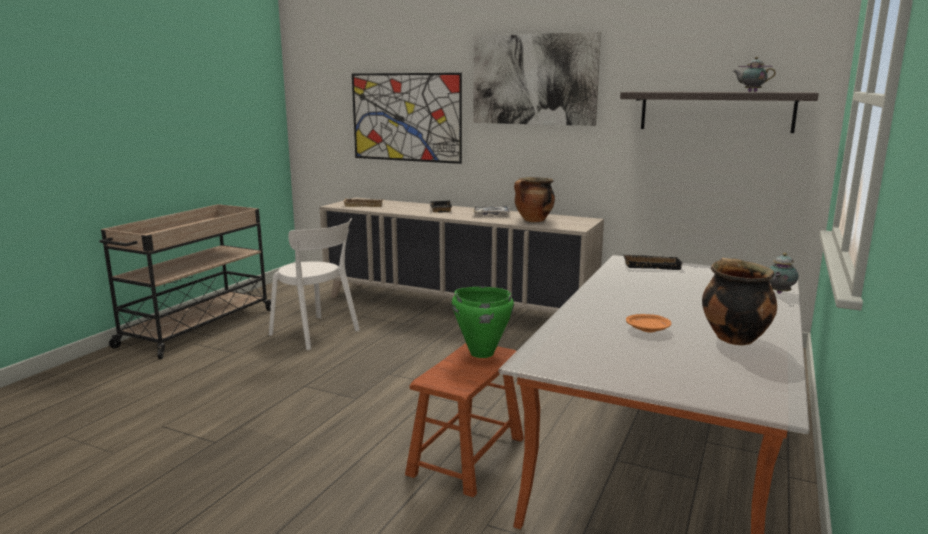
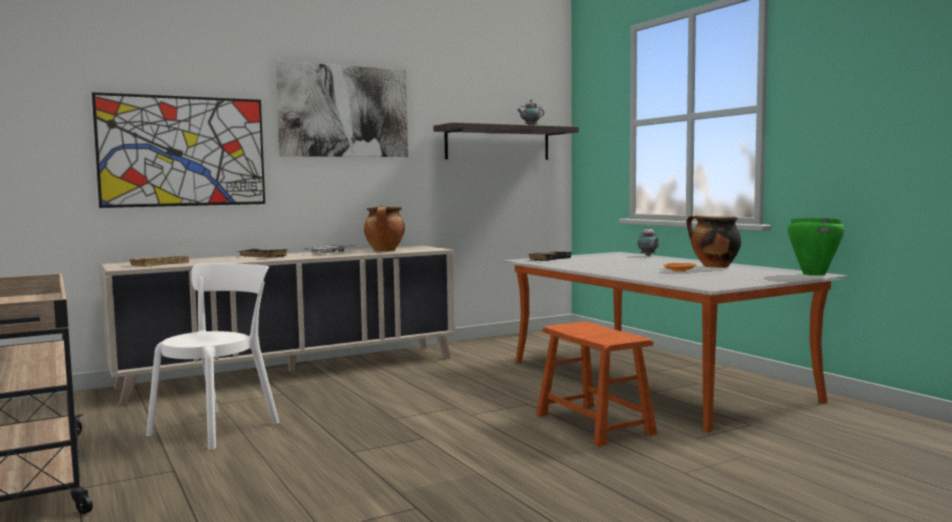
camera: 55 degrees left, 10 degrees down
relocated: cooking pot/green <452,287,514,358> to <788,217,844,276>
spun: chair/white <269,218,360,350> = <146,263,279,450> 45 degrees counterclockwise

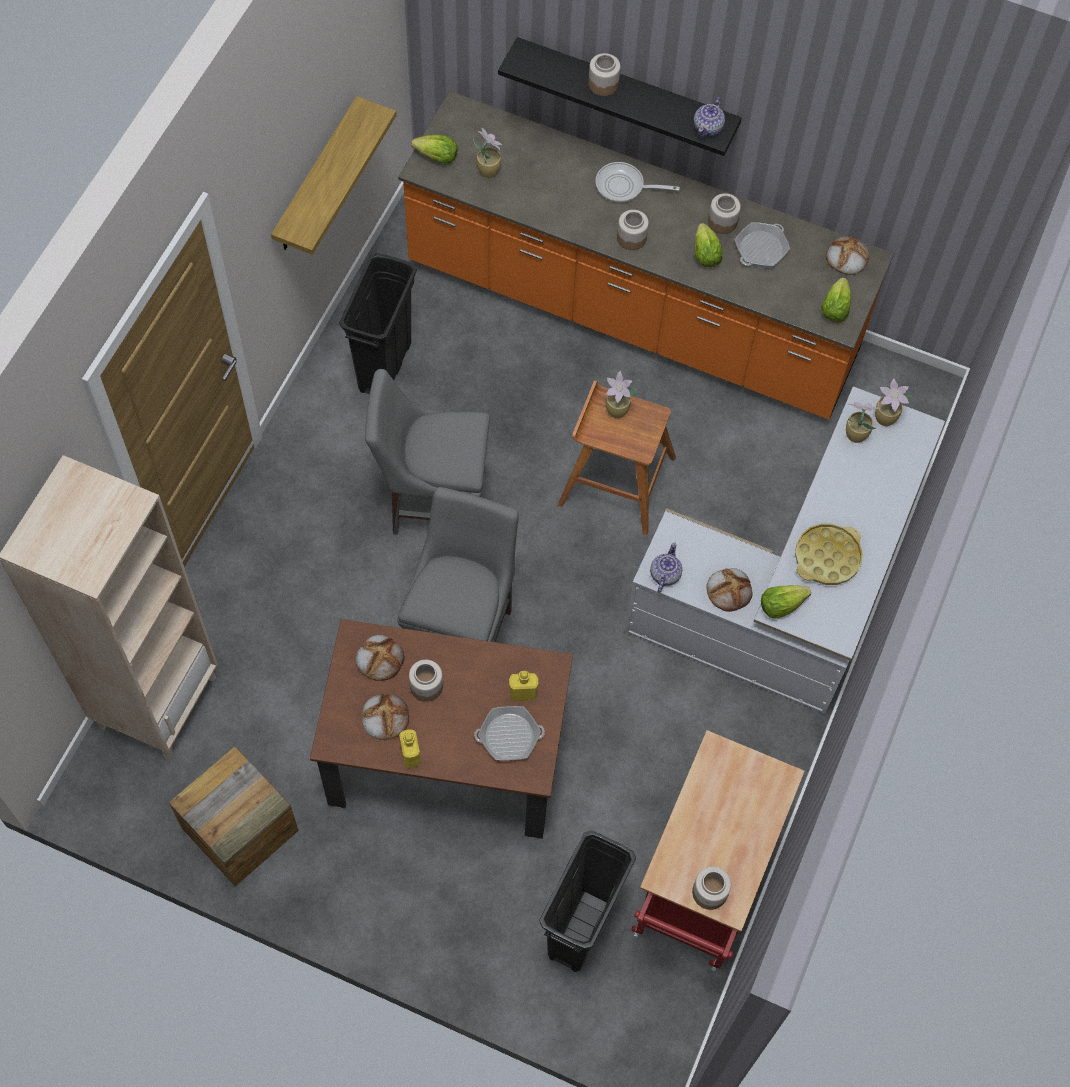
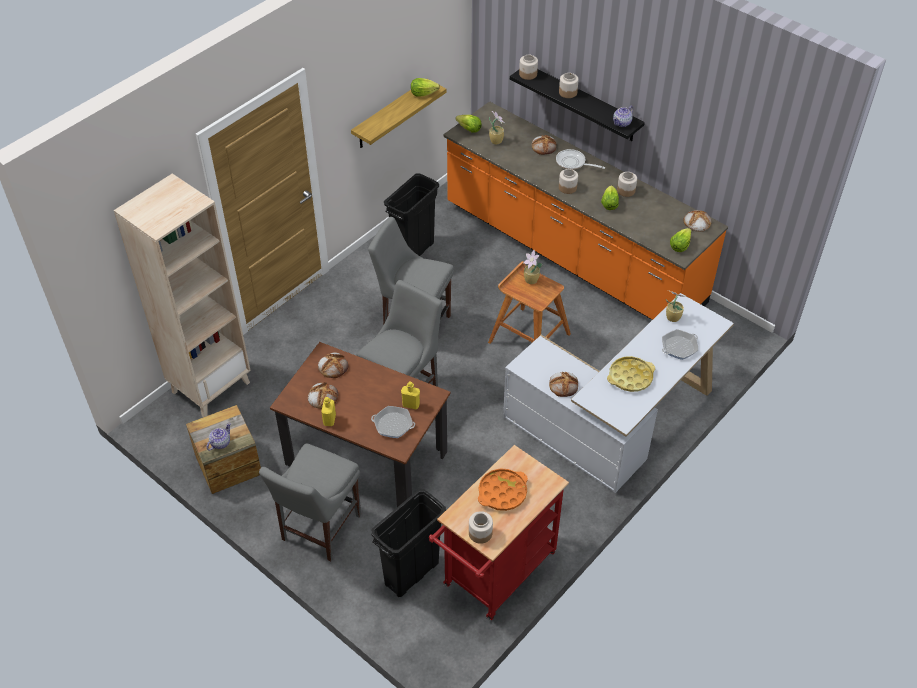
camera: 20 degrees right, 15 degrees down
missing: potted plant <875,378,912,426>
appeared: bread <532,135,556,155>; chair/grey <259,443,361,561>; tray/orange <478,469,528,511>
relocated: frying pan <734,222,790,268> to <662,329,698,360>; teapot <650,543,682,593> to <206,423,231,451>; lettuce <761,585,811,619> to <411,78,440,97>; jar <409,660,443,702> to <519,54,538,80>

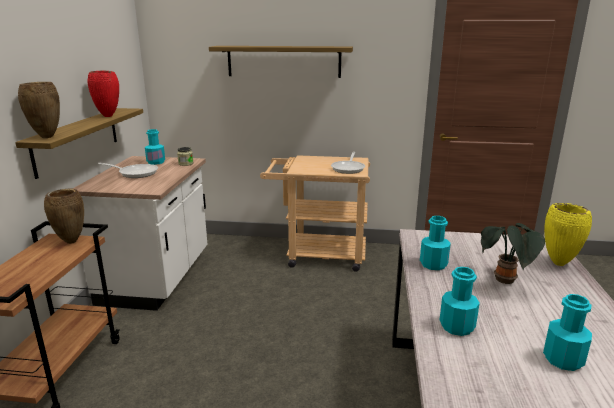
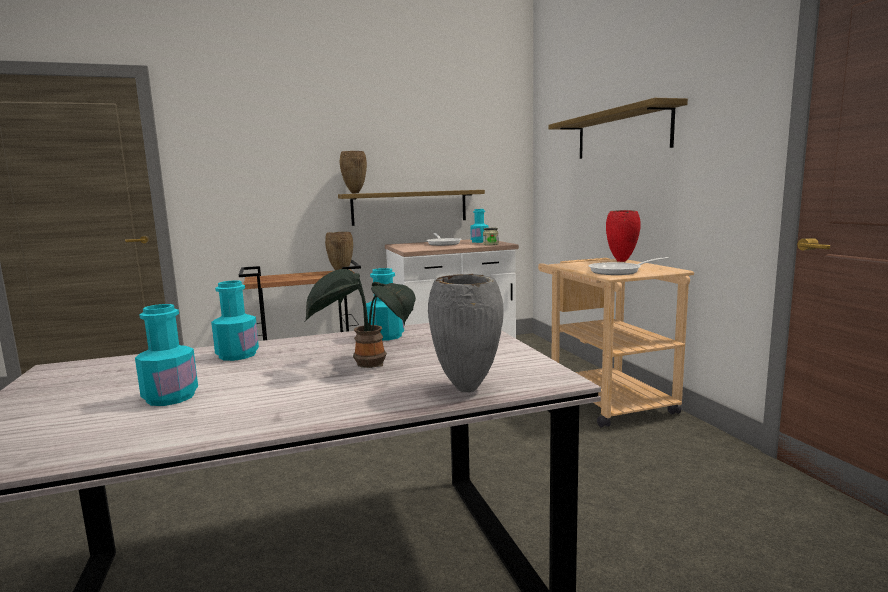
camera: 65 degrees right, 10 degrees down
relocated: vase/red <87,71,119,117> to <606,210,641,262>
colour: vase/yellow <544,203,592,266> to vase/grey <428,274,504,393>

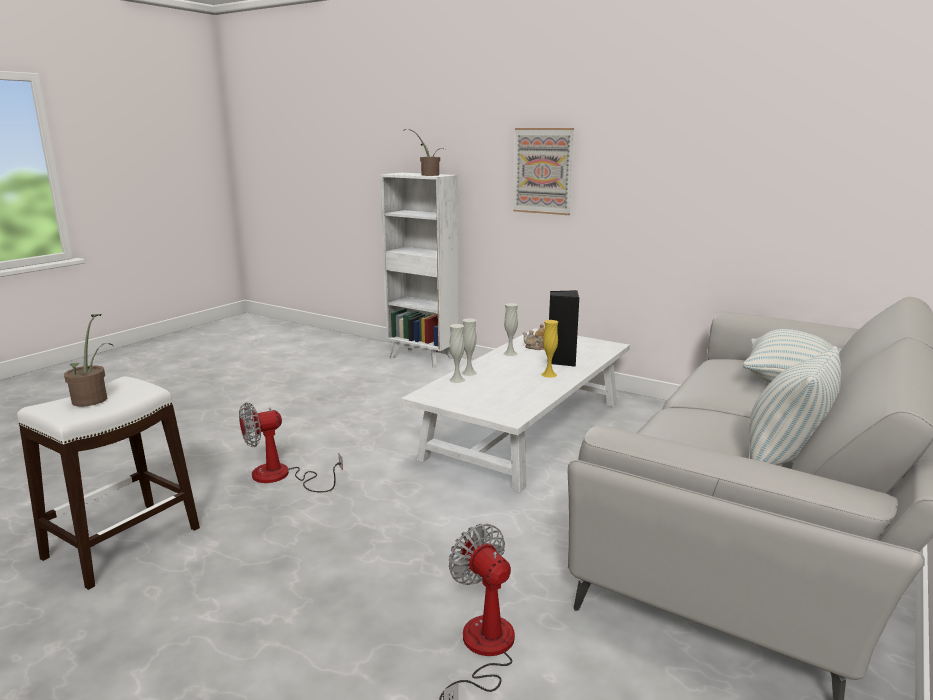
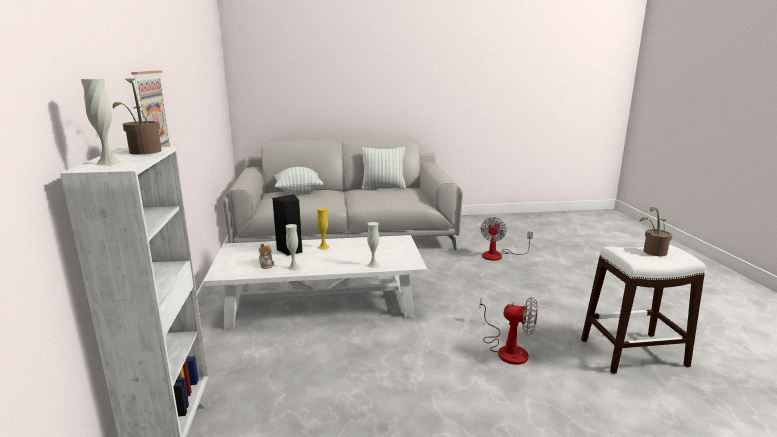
camera: 130 degrees left, 0 degrees up
relocated: vase/white <461,318,477,376> to <81,79,122,165>

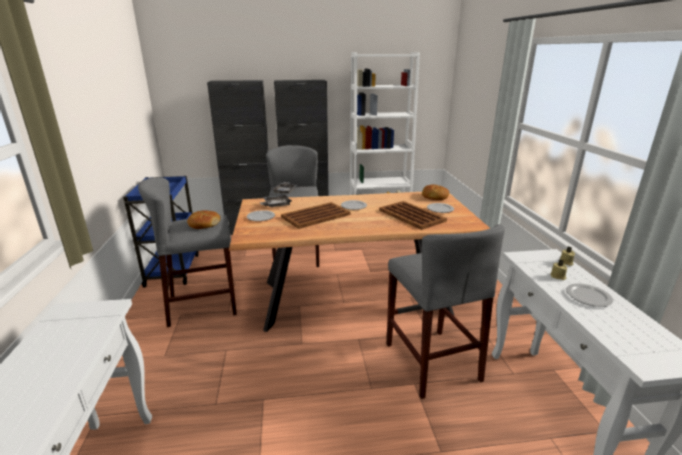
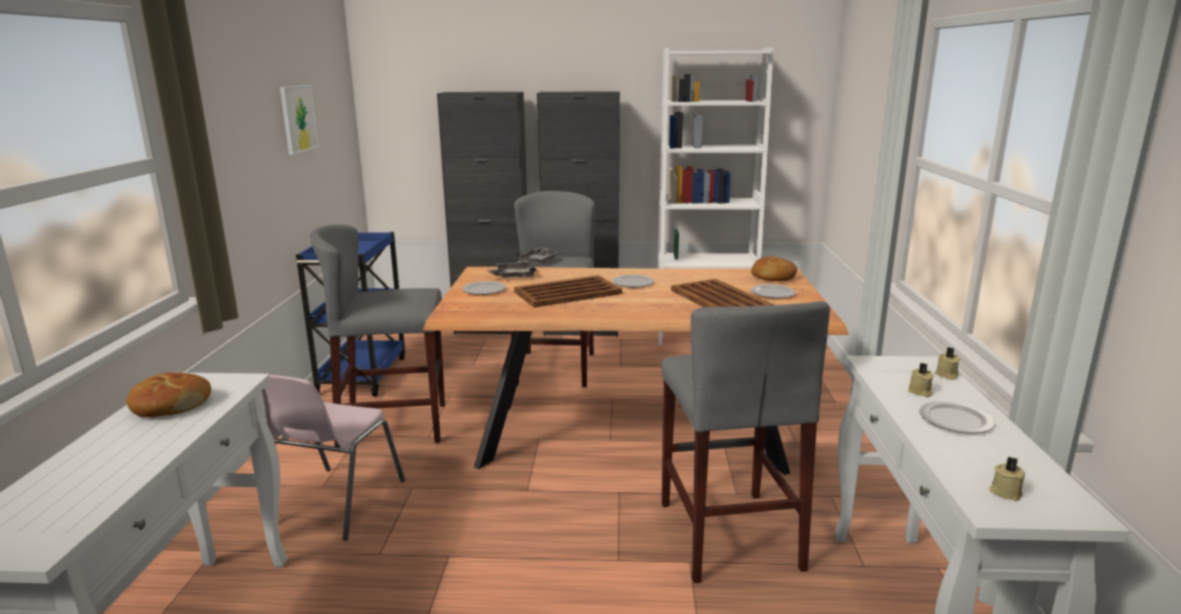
camera: 10 degrees right, 5 degrees down
appeared: picture <280,85,319,155>; chair/pink <262,375,405,541>; candle/beige <989,457,1025,501>
relocated: bread <187,211,220,229> to <127,373,211,417>

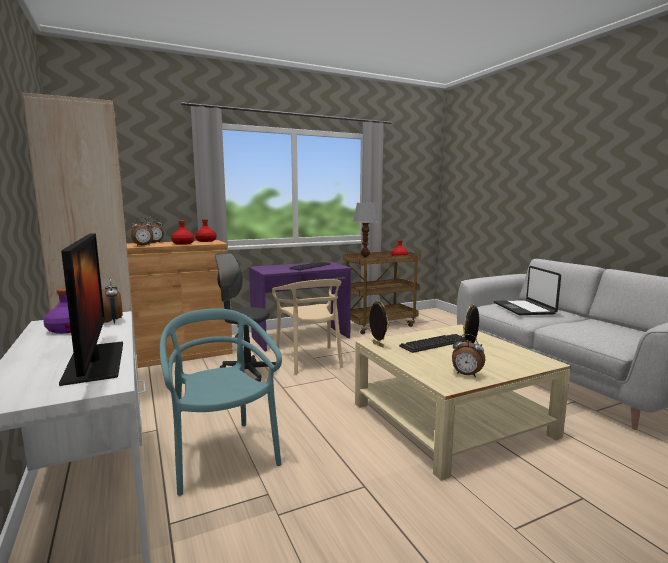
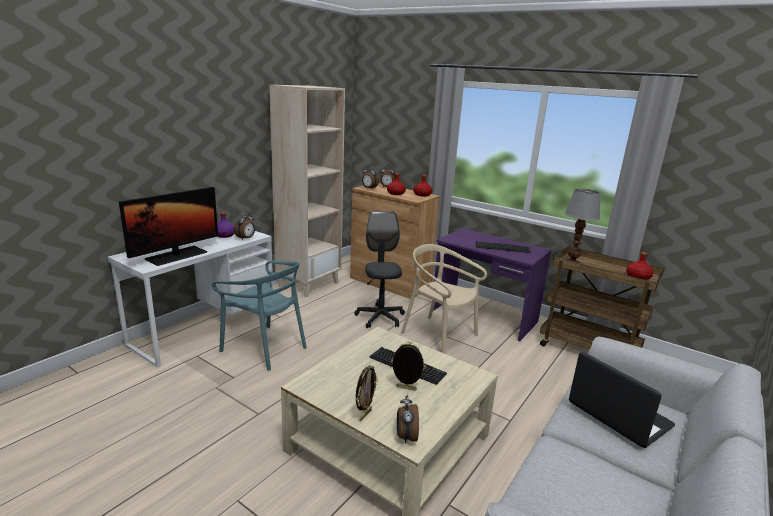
camera: 60 degrees right, 10 degrees up
relocated: picture frame <369,300,389,348> to <356,365,378,421>; alarm clock <452,334,485,377> to <397,395,419,444>
spun: laptop <494,266,561,315> = <569,352,675,448> 90 degrees clockwise; chair/beige <272,279,343,374> = <401,244,487,354> 90 degrees clockwise; chair/turquoise <160,308,282,496> = <212,260,307,371> 90 degrees clockwise

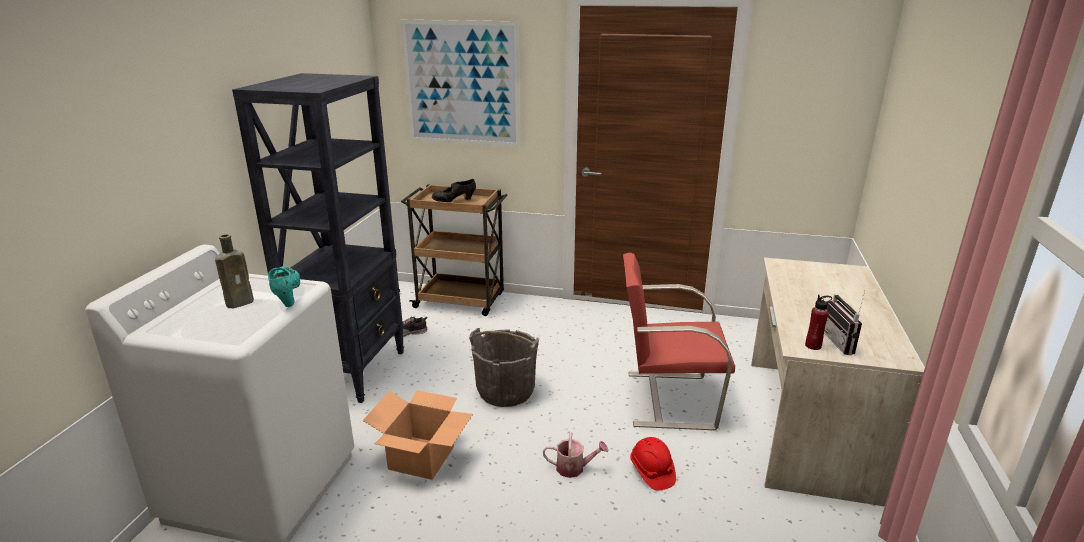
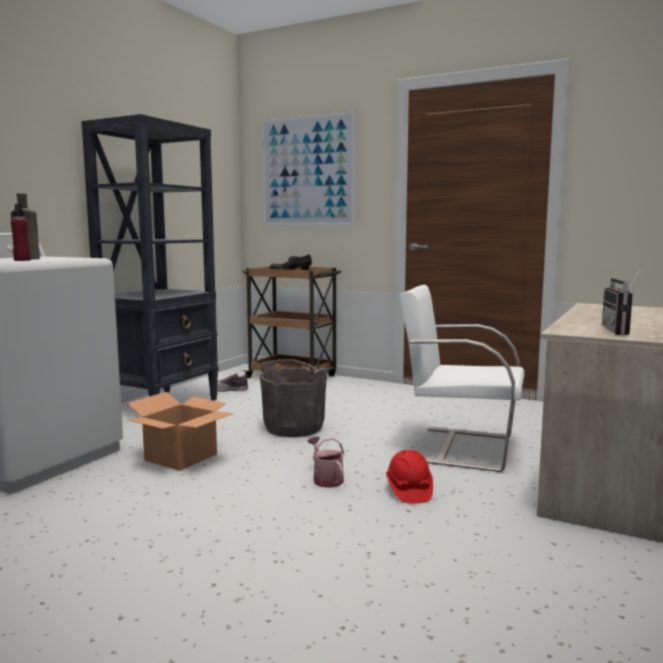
camera: 15 degrees right, 15 degrees down
missing: shoe/turquoise <268,266,300,307>
relocated: bottle/red <805,295,832,350> to <11,203,31,261>
colour: chair/red <623,252,735,430> to chair/white <399,285,524,472>
spun: watering can <543,432,609,478> = <308,437,344,488> 135 degrees counterclockwise

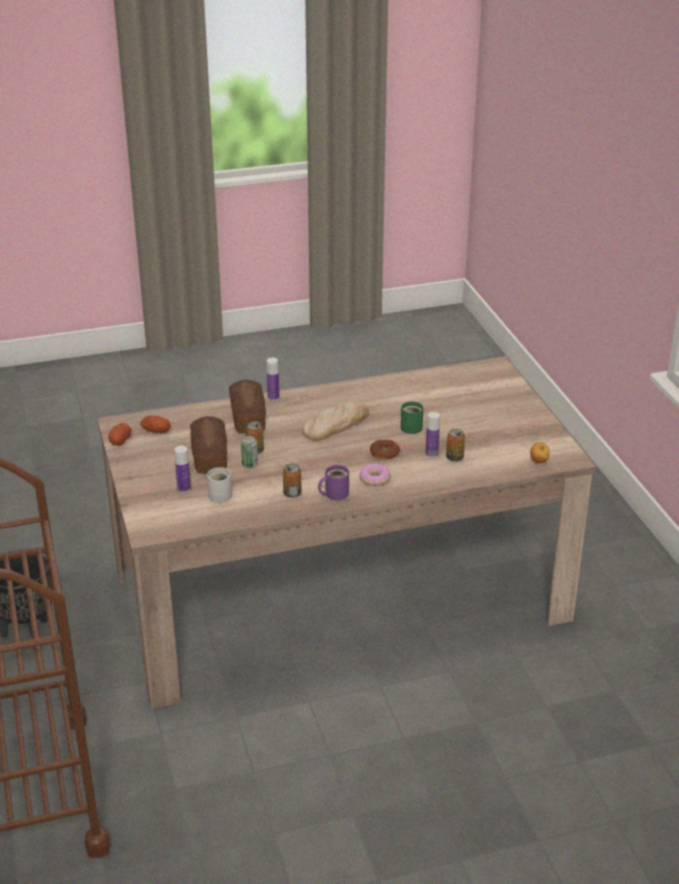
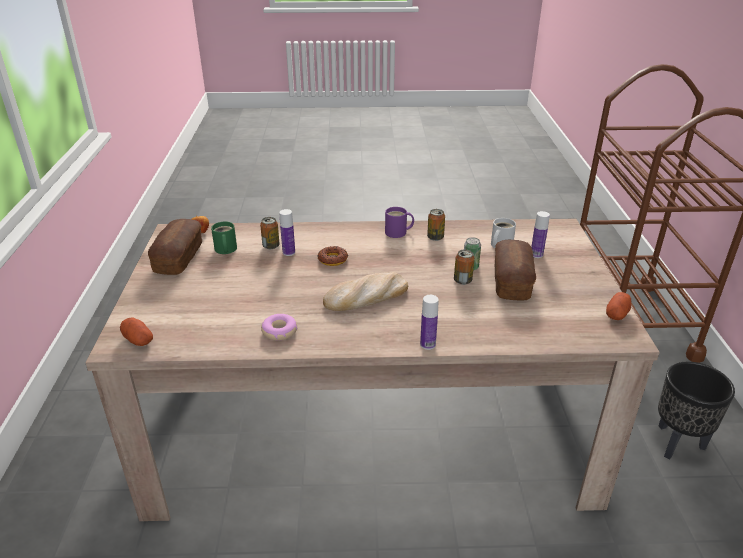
camera: 165 degrees left, 0 degrees up
relocated: bread <229,380,266,433> to <148,219,202,275>; mug/green <401,402,423,434> to <211,222,237,254>; potato <140,415,171,434> to <120,317,153,346>; donut <359,464,391,486> to <261,314,297,341>

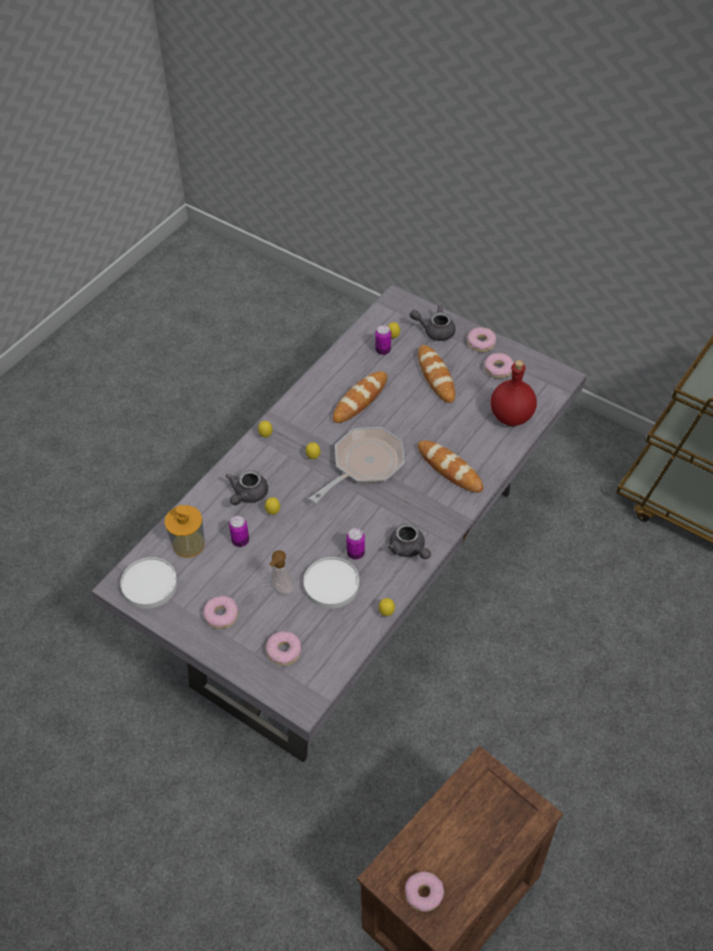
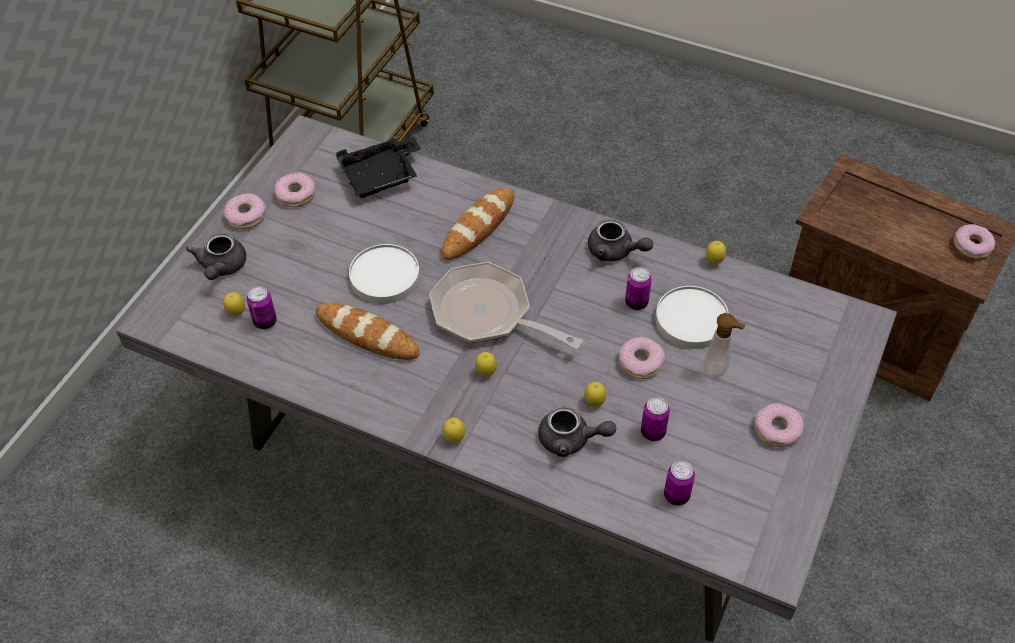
camera: 100 degrees left, 0 degrees up
missing: bread <418,345,455,403>
relocated: plate/white <121,557,177,609> to <349,244,420,304>; donut <266,631,301,666> to <619,337,665,379>
exchanged: bottle/red <490,360,537,426> to tray/black <336,137,421,198>; soap dispenser <164,505,205,558> to can <664,461,695,506>
spun: teapot/grey <388,523,431,559> = <588,219,653,261> 75 degrees clockwise

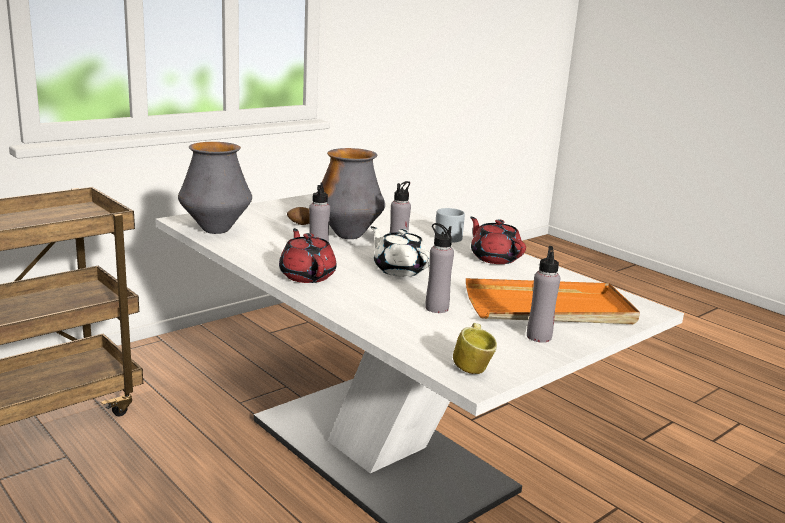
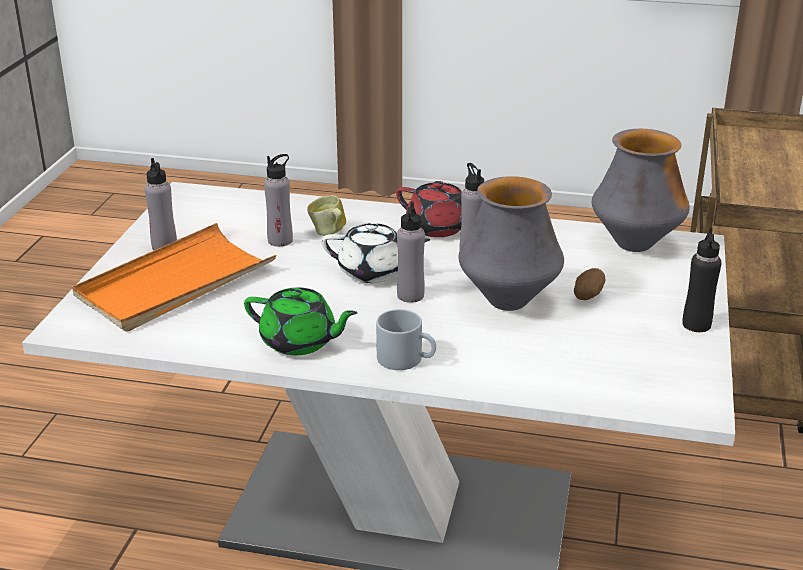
camera: 145 degrees right, 10 degrees up
appeared: bottle/black <682,228,722,332>
relocated: mug <453,323,497,374> to <307,195,346,236>
colour: teapot/red <470,217,526,264> to teapot/green <244,287,357,355>

